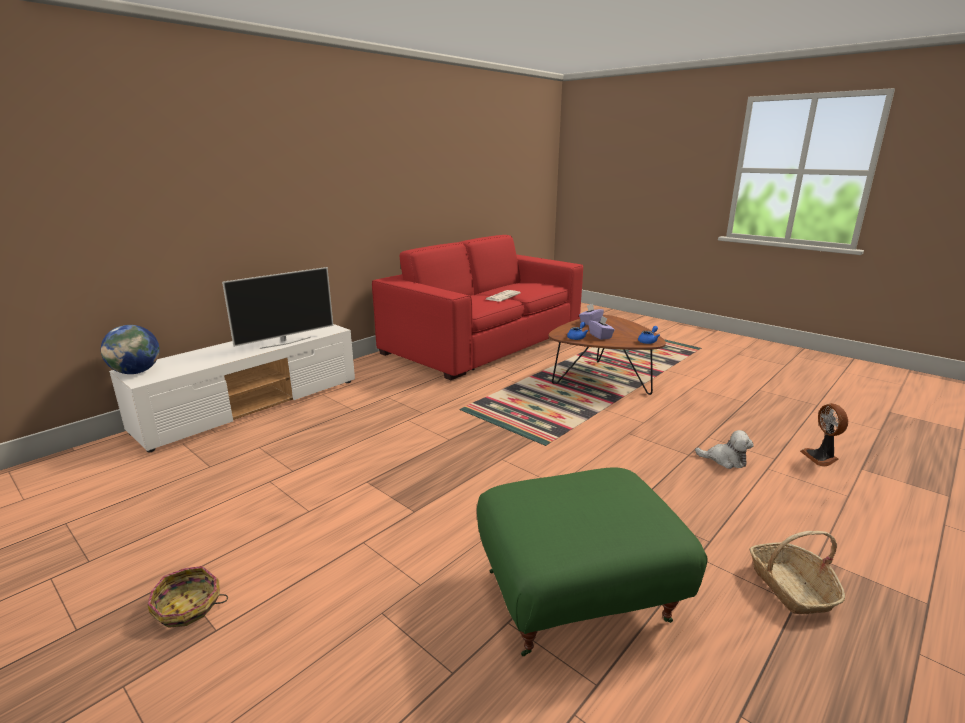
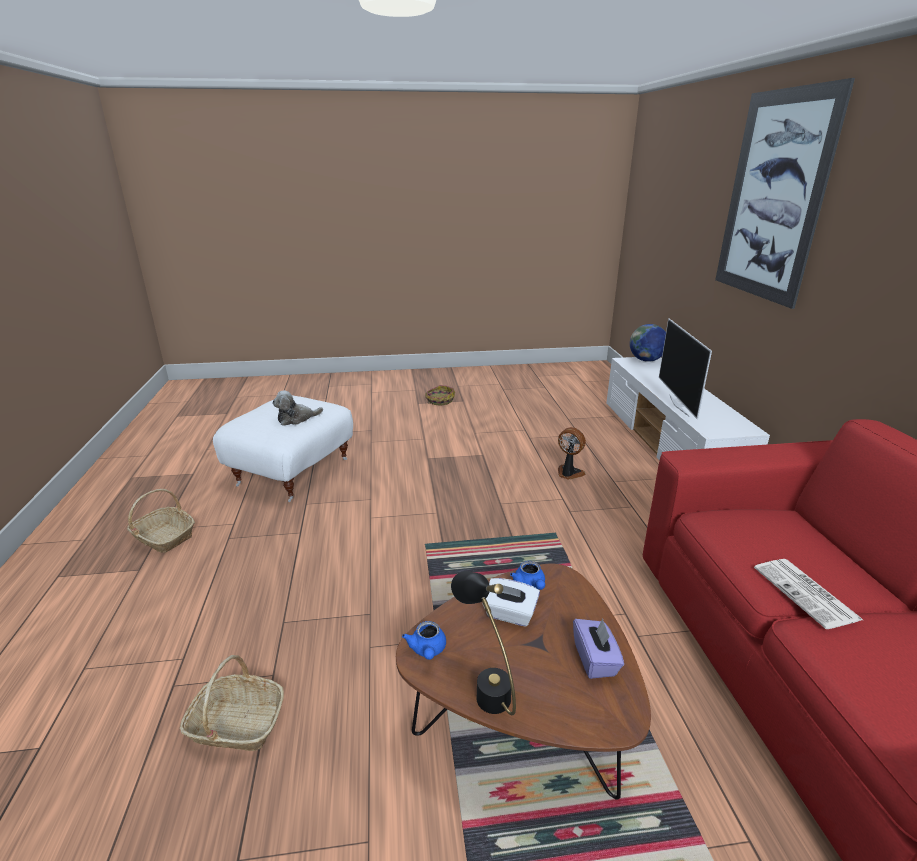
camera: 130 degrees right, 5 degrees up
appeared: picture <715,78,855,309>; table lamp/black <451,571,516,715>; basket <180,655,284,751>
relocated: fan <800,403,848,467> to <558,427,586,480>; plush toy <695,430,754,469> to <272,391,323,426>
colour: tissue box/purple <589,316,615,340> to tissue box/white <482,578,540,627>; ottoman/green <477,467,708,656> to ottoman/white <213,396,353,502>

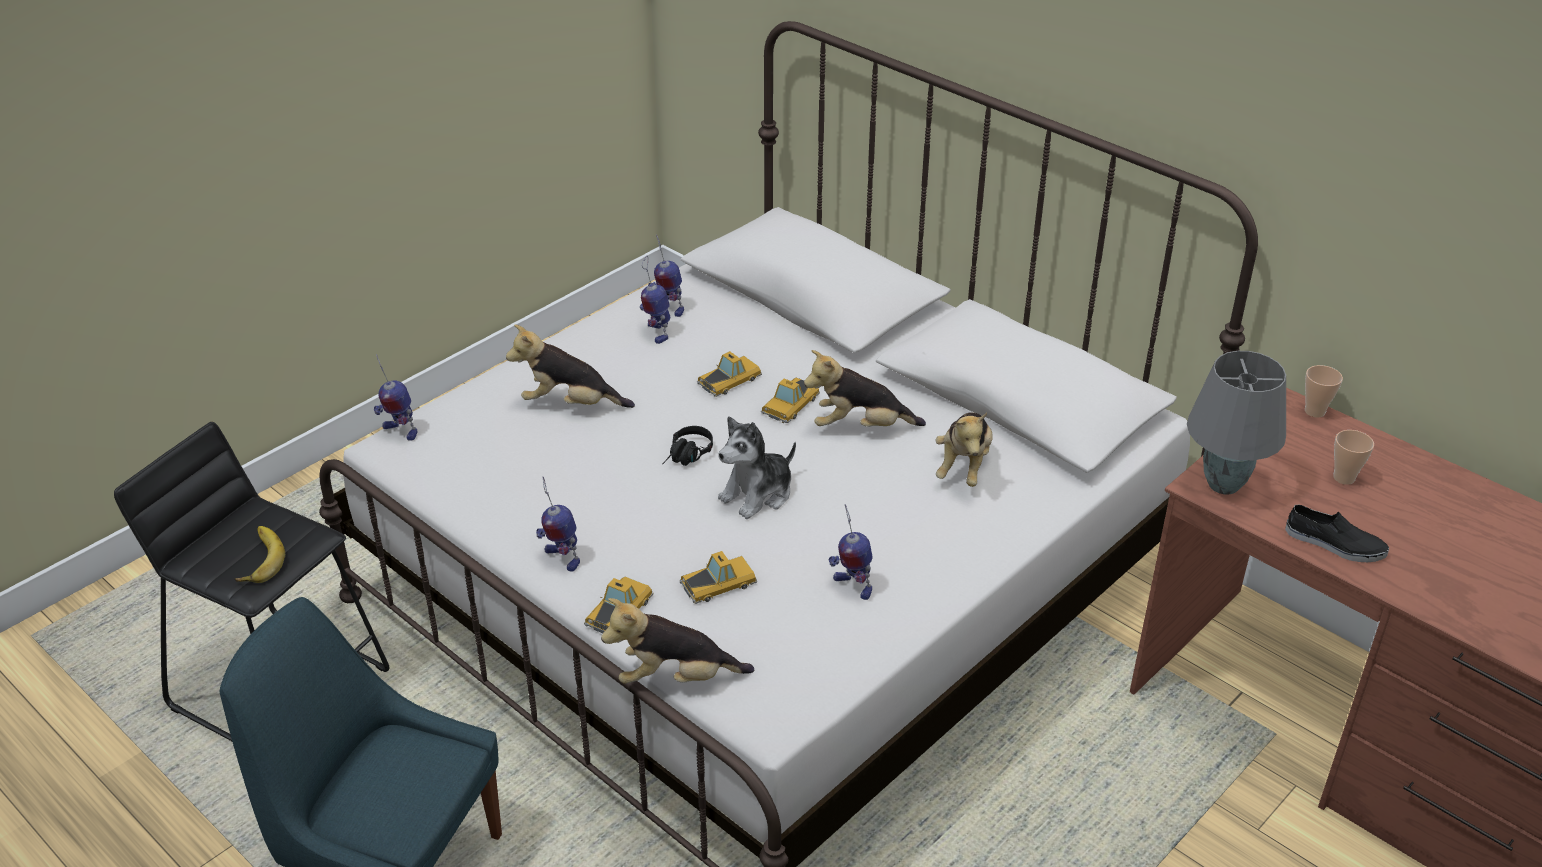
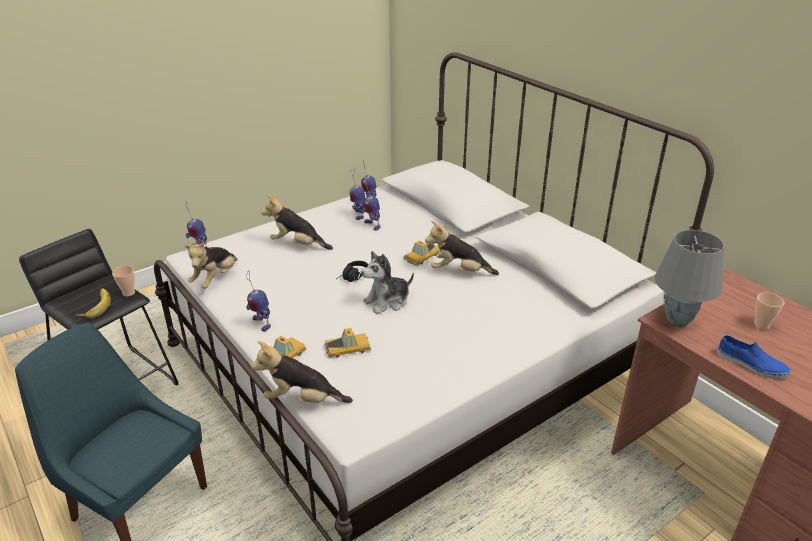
camera: 10 degrees right, 5 degrees down
missing: toy car <697,351,762,397>
relocated: cup <1305,365,1343,418> to <112,266,135,296>; plush toy <936,412,993,487> to <184,242,238,289>; toy robot <829,504,872,600> to <361,180,380,231>
colour: shoe/black <1285,505,1389,562> to shoe/blue <717,335,791,379>

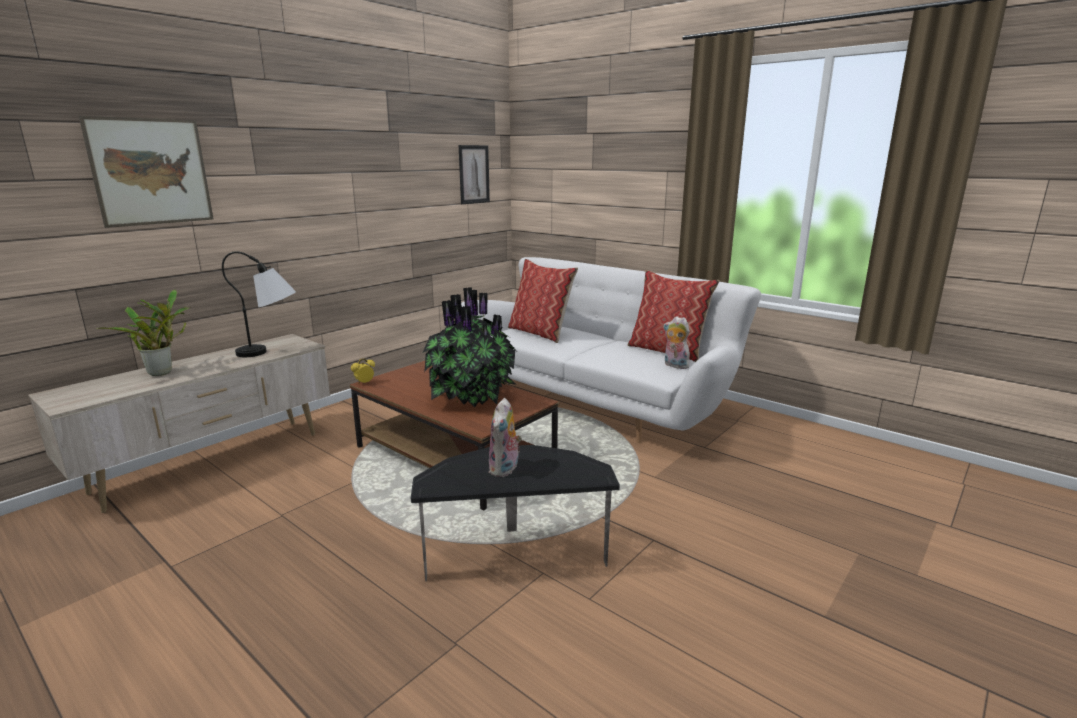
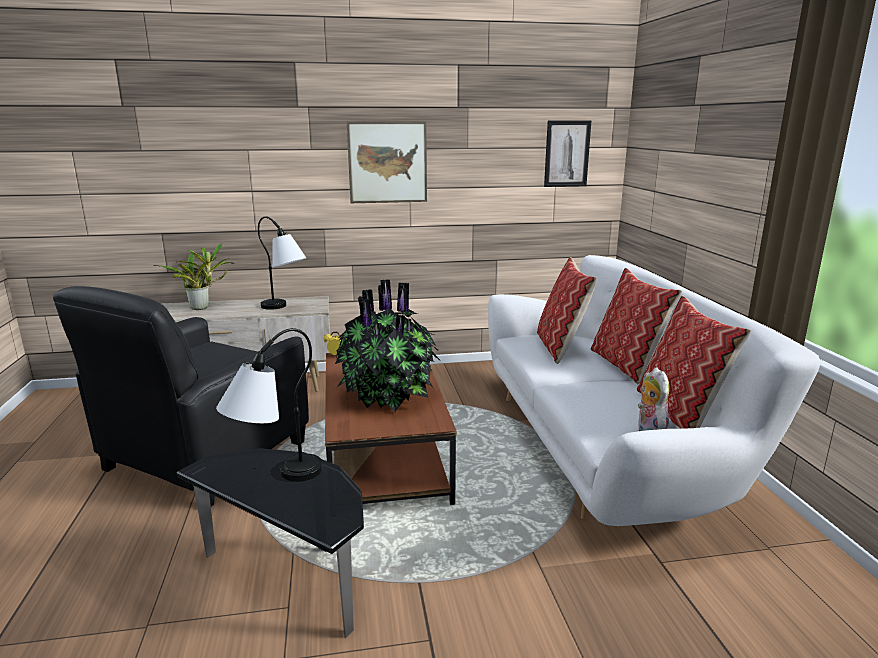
camera: 40 degrees right, 0 degrees up
appeared: pillow <590,268,682,385>; armchair/black <53,286,309,507>
relocated: picture <79,116,214,228> to <347,122,427,203>
exchanged: plush toy <489,398,522,477> to table lamp <216,328,323,482>

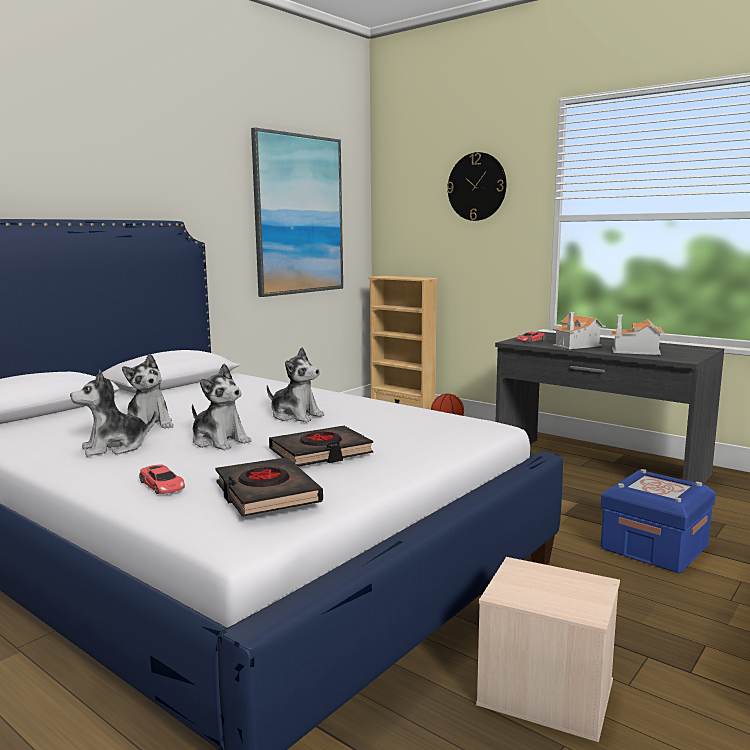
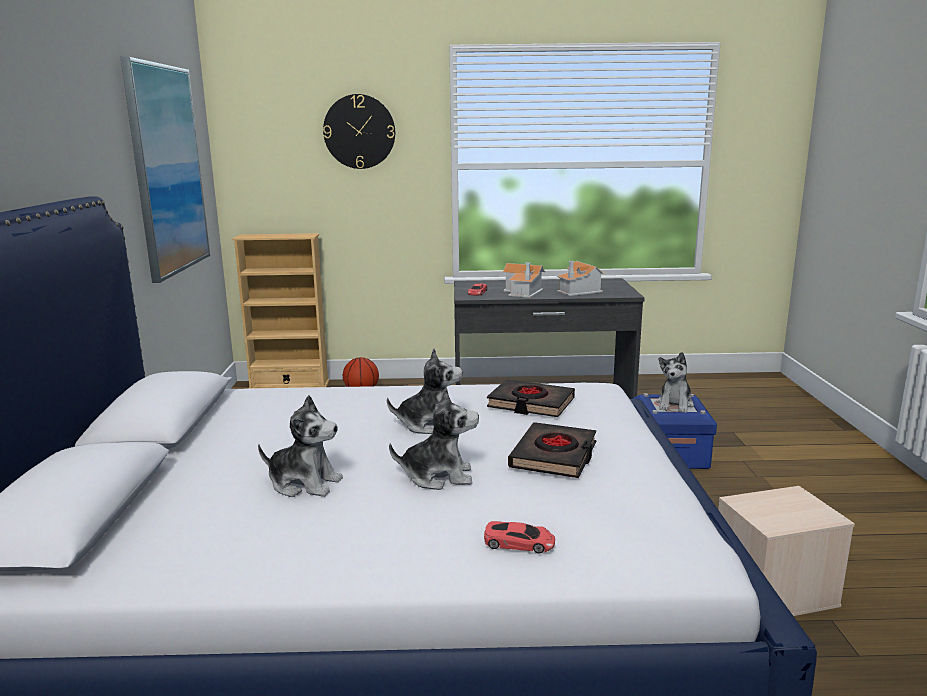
camera: 40 degrees left, 5 degrees up
relocated: plush toy <70,370,156,457> to <657,352,694,413>; book/black <216,457,323,517> to <487,379,575,417>

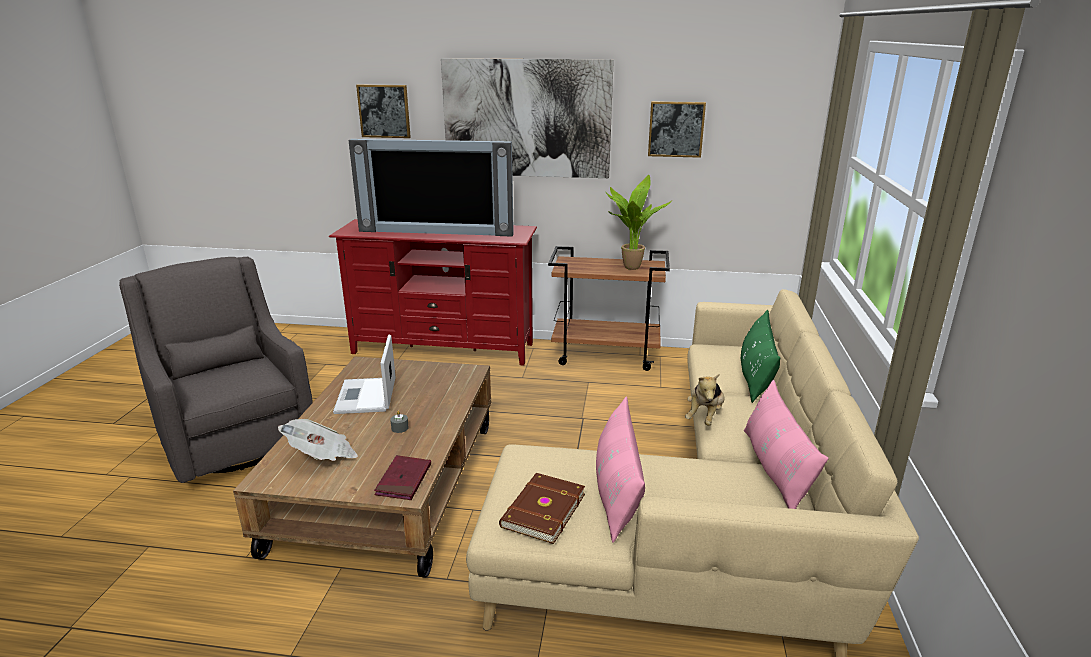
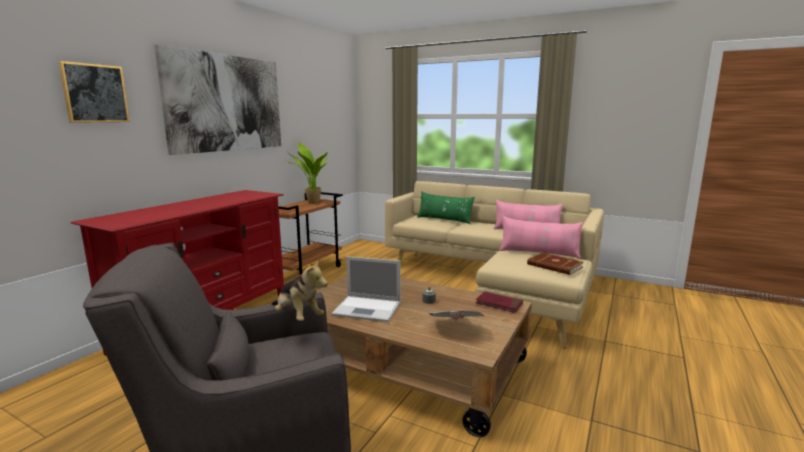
camera: 70 degrees left, 10 degrees down
missing: picture <648,101,706,158>; television <348,139,514,236>
relocated: plush toy <685,374,724,426> to <272,259,328,321>

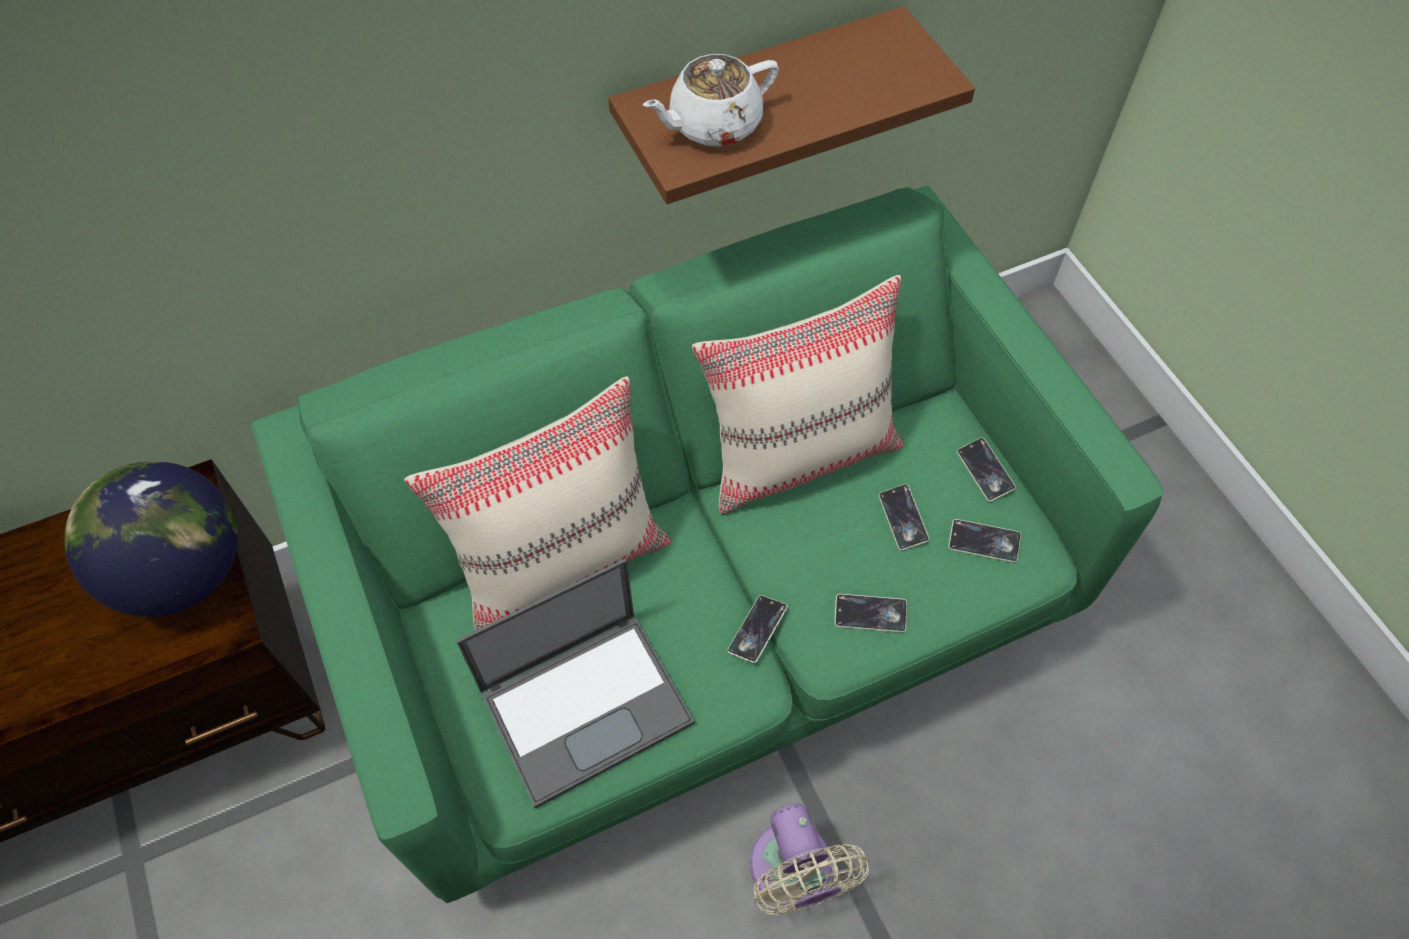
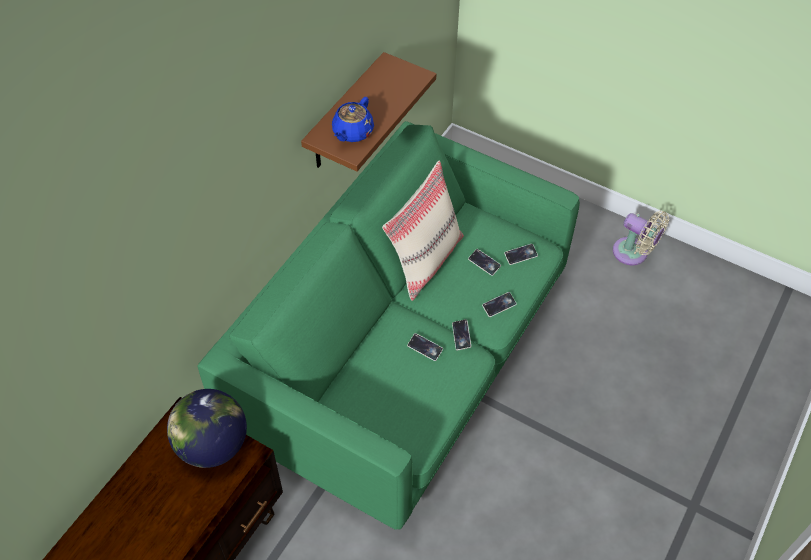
camera: 35 degrees left, 5 degrees down
missing: pillow/beige <405,376,671,631>; laptop <456,559,695,809>
relocated: phone <957,438,1016,502> to <407,333,443,361>; fan/beige <750,804,869,915> to <613,211,669,266>
colour: teapot/white <643,54,779,147> to teapot/blue <332,97,374,142>

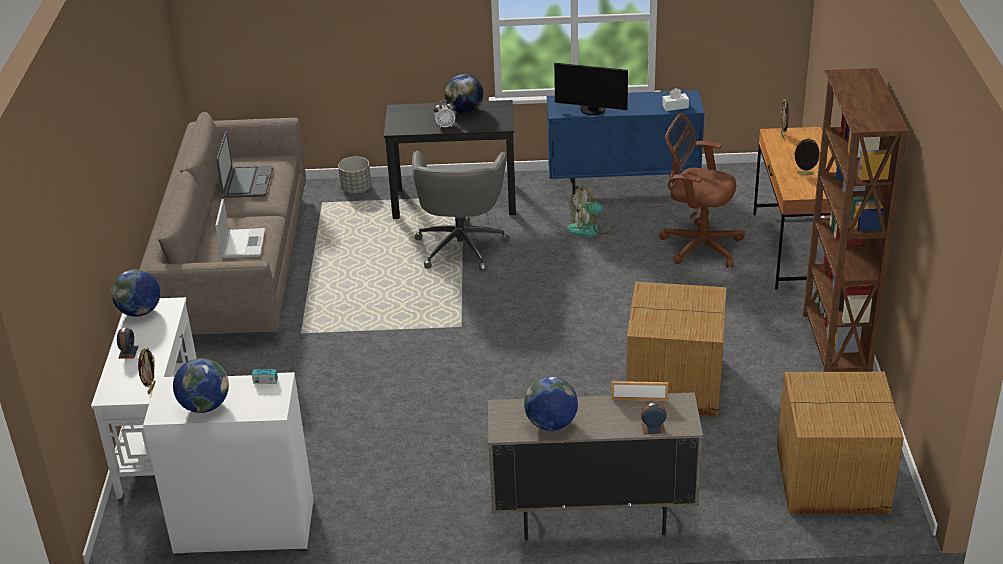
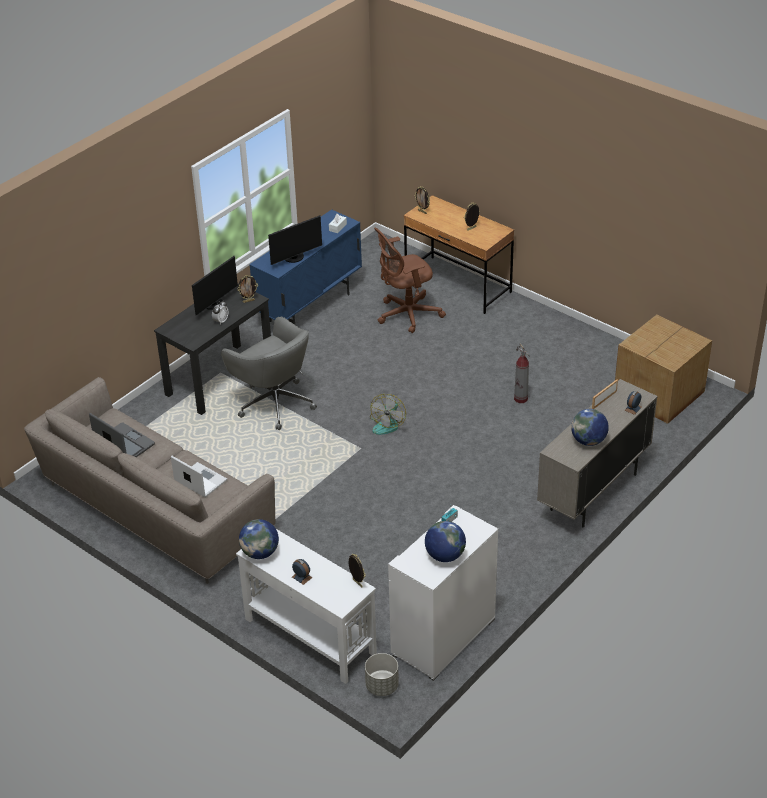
camera: 50 degrees left, 5 degrees up
missing: bookcase/brown <803,68,909,372>
appeared: picture frame <237,275,258,303>
relocated: planter/grey <338,157,371,193> to <365,653,399,696>; fan <567,186,613,238> to <370,394,406,435>
exchanged: globe <445,74,483,113> to monitor <192,256,238,315>; cardboard box <626,282,726,416> to fire extinguisher <514,343,530,403>

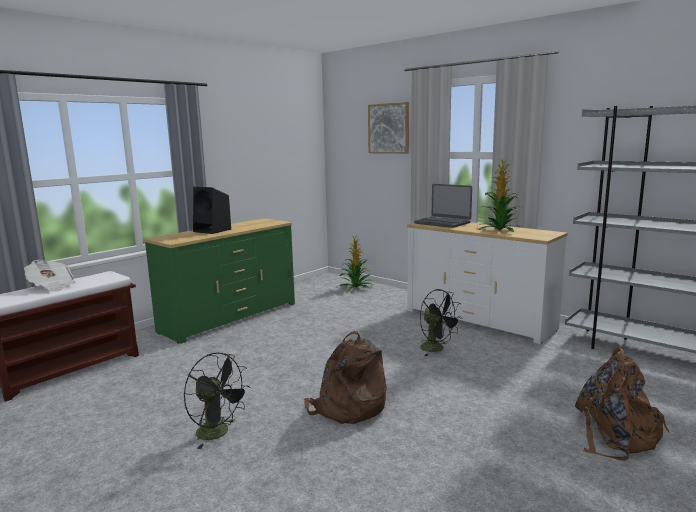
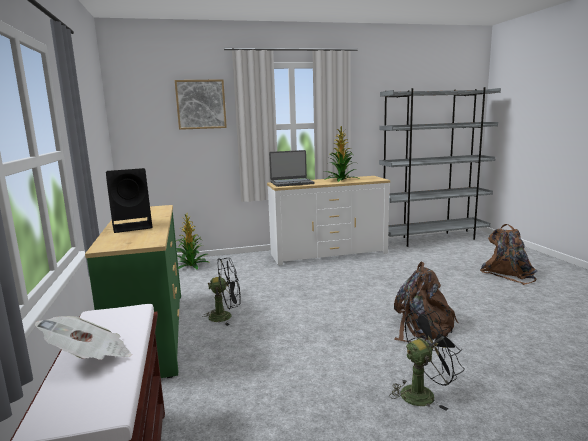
camera: 55 degrees left, 0 degrees up
relocated: fan/black <420,289,462,356> to <202,258,241,326>

